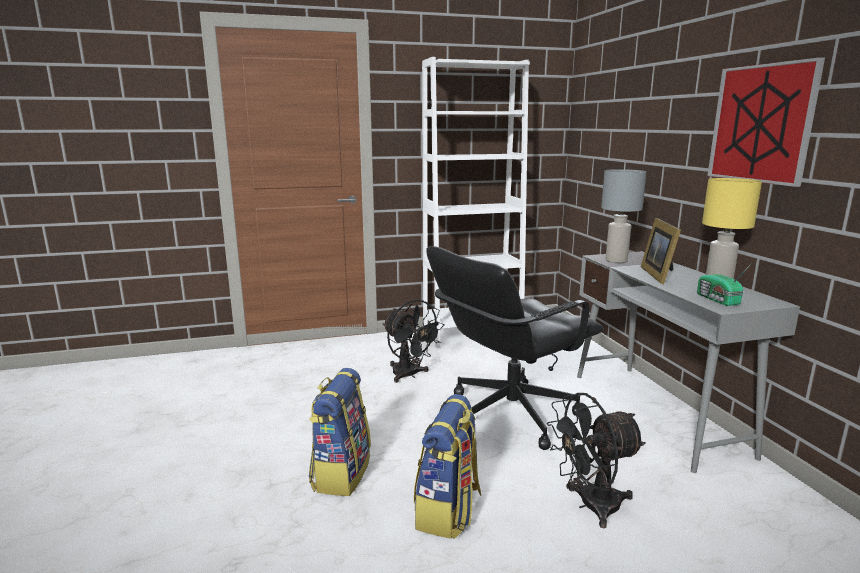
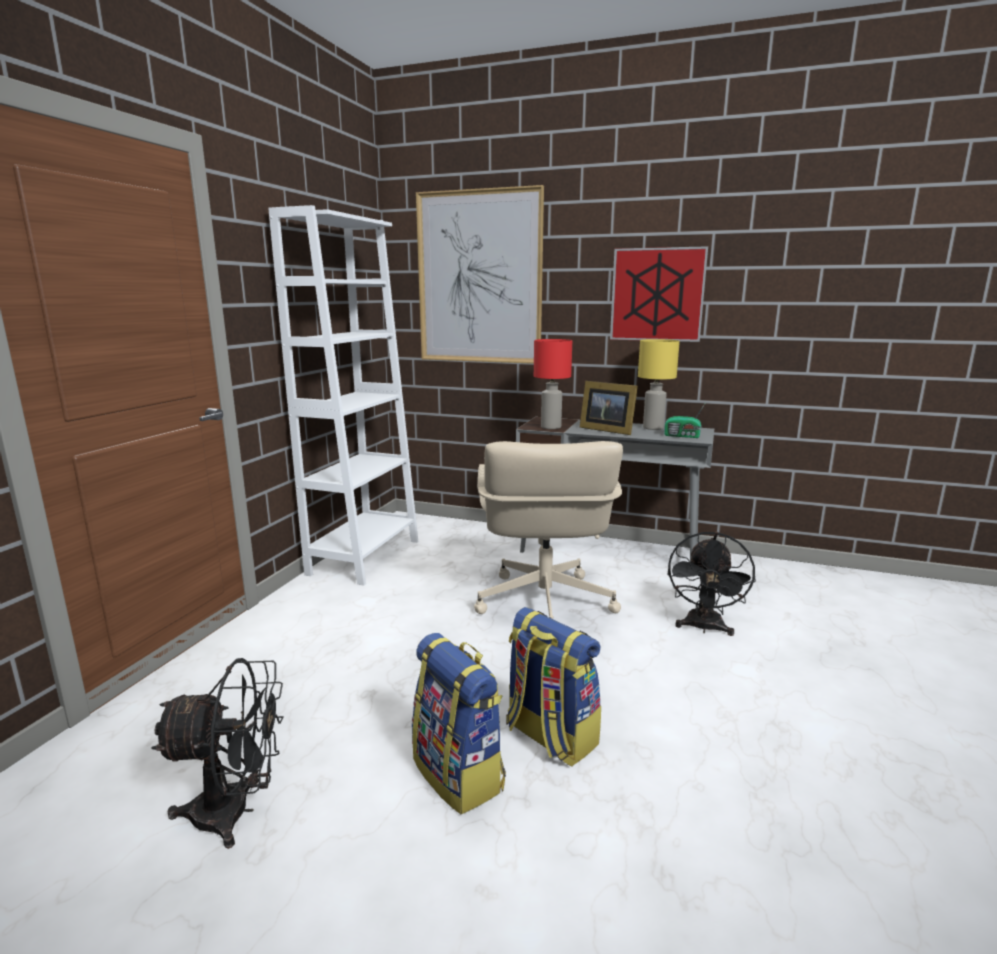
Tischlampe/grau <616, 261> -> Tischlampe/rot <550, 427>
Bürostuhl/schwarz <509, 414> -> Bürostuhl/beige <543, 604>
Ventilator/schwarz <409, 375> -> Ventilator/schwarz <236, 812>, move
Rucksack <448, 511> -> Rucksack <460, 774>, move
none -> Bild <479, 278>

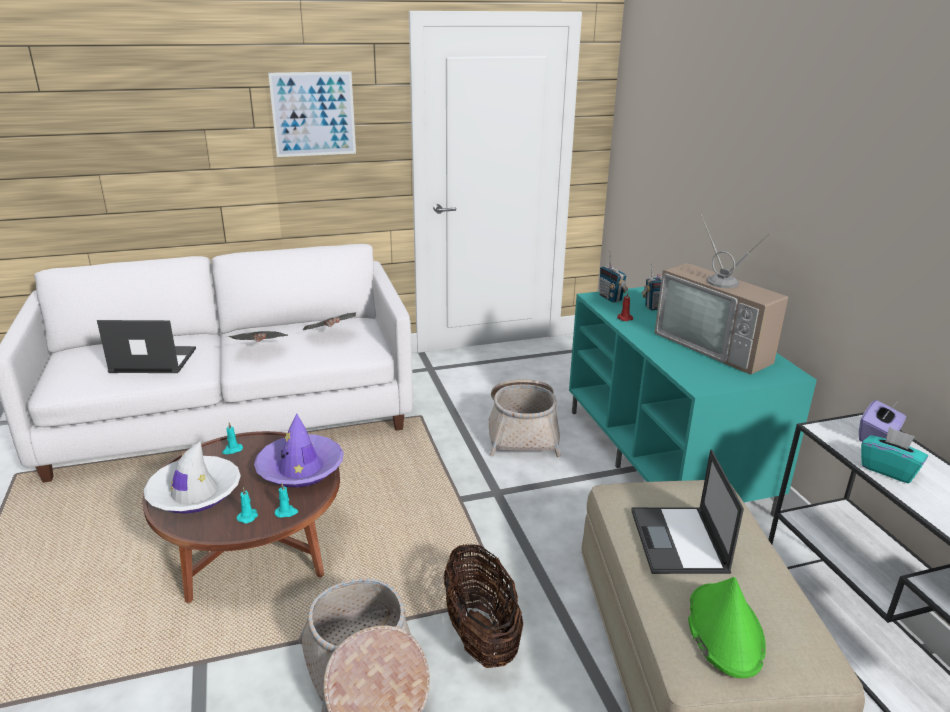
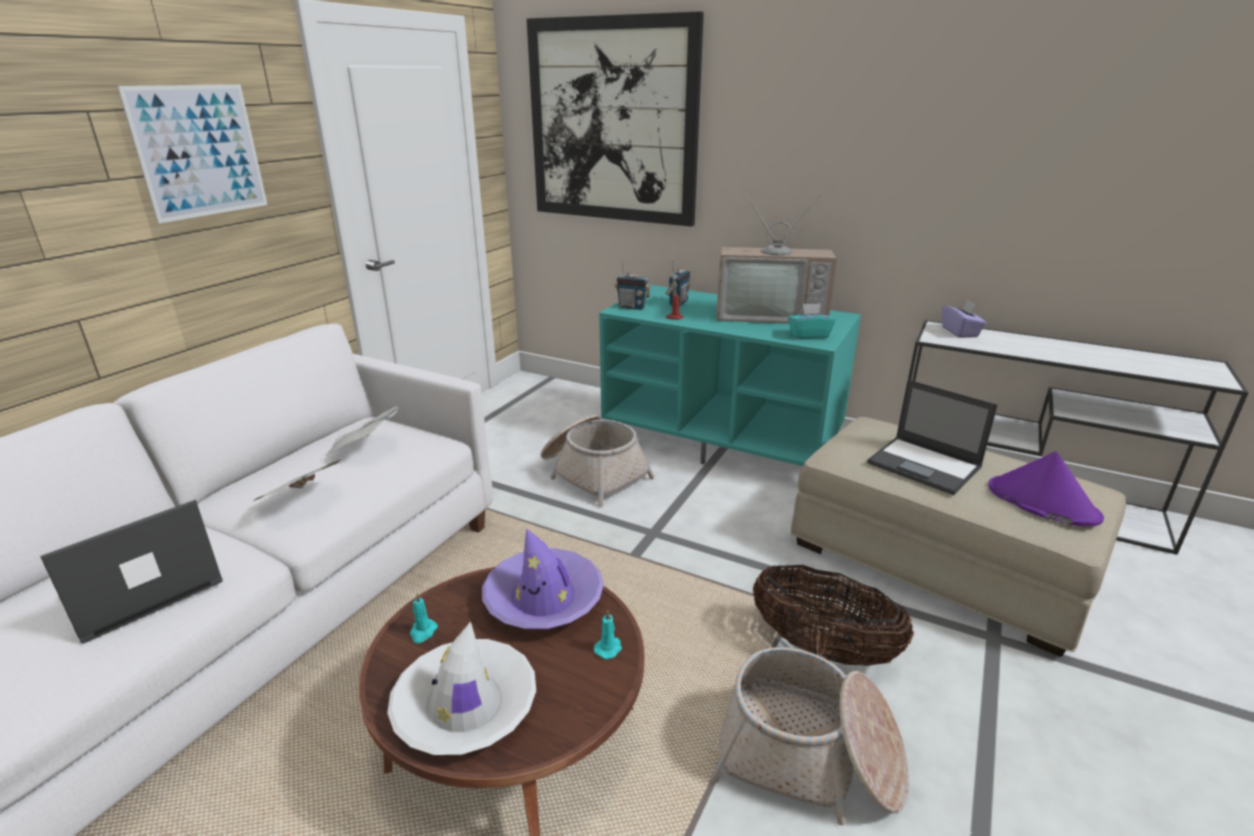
Taschentuchbox/türkis <888, 470> -> Taschentuchbox/türkis <809, 335>, move
Kerze/türkis <248, 516> -> none
Hut/grün <724, 630> -> Hut/lila <1042, 502>
none -> Bild <612, 122>

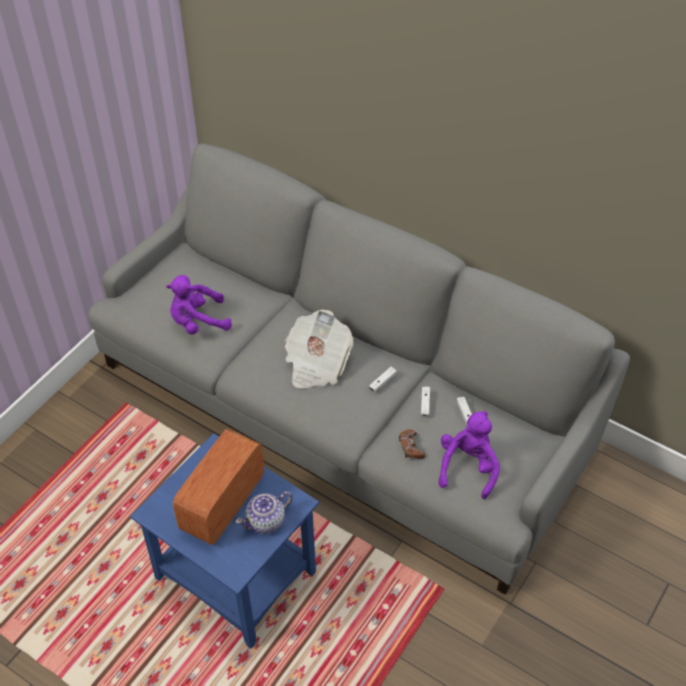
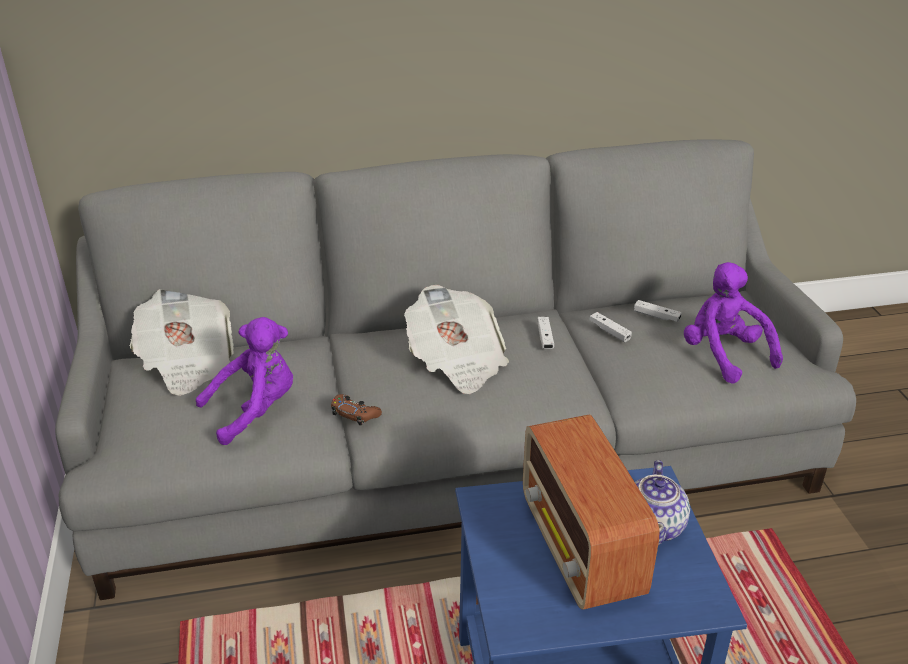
Plüschtier/lila <198, 322> -> Plüschtier/lila <255, 410>, 150 degrees counterclockwise
Gamepad/braun <411, 447> -> Gamepad/braun <355, 414>, move
none -> Zeitung <187, 362>

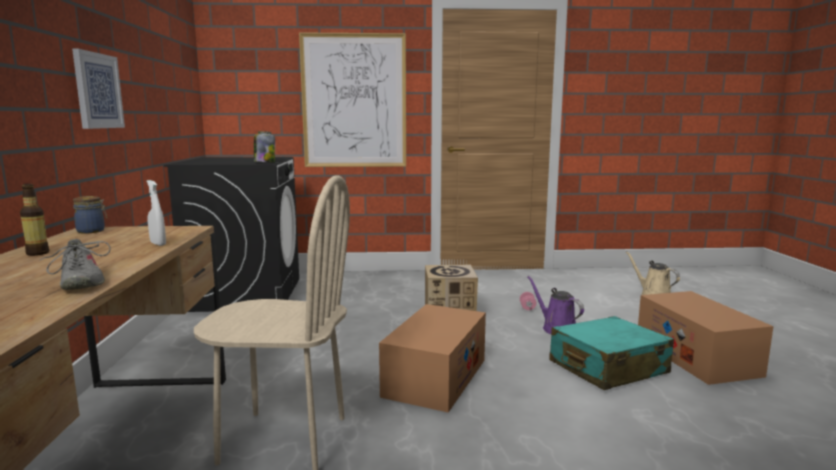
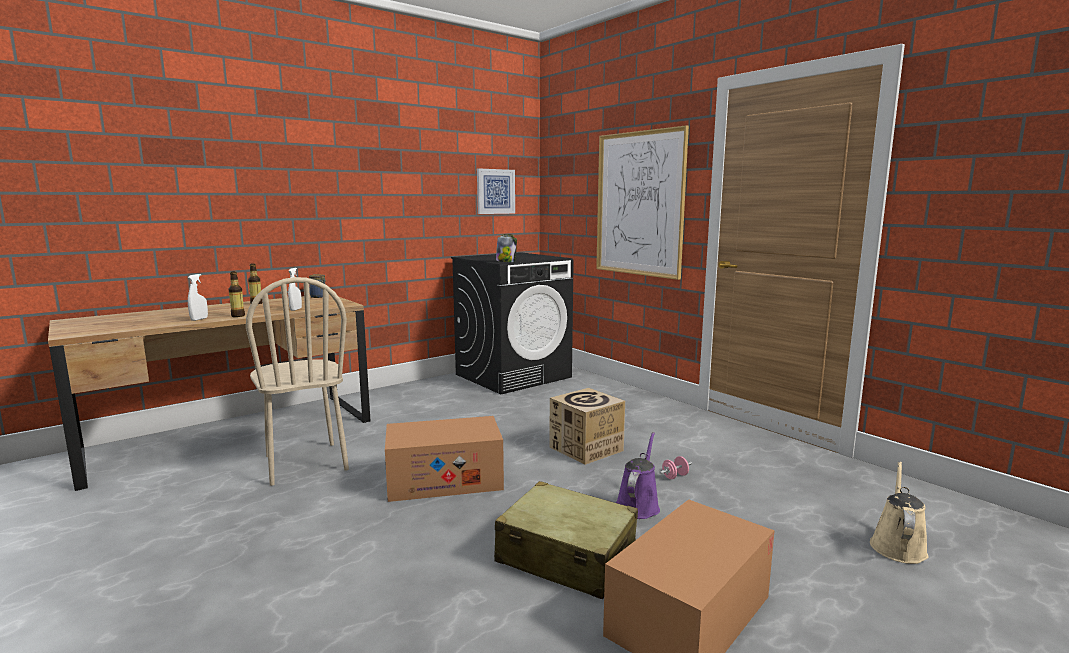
Bild <97, 91> -> Bild <495, 191>, move
Schuh/grau <80, 282> -> Sprühflasche/weiß <199, 319>
Koffer/türkis <607, 368> -> Koffer/beige <566, 556>
none -> Flasche <238, 316>

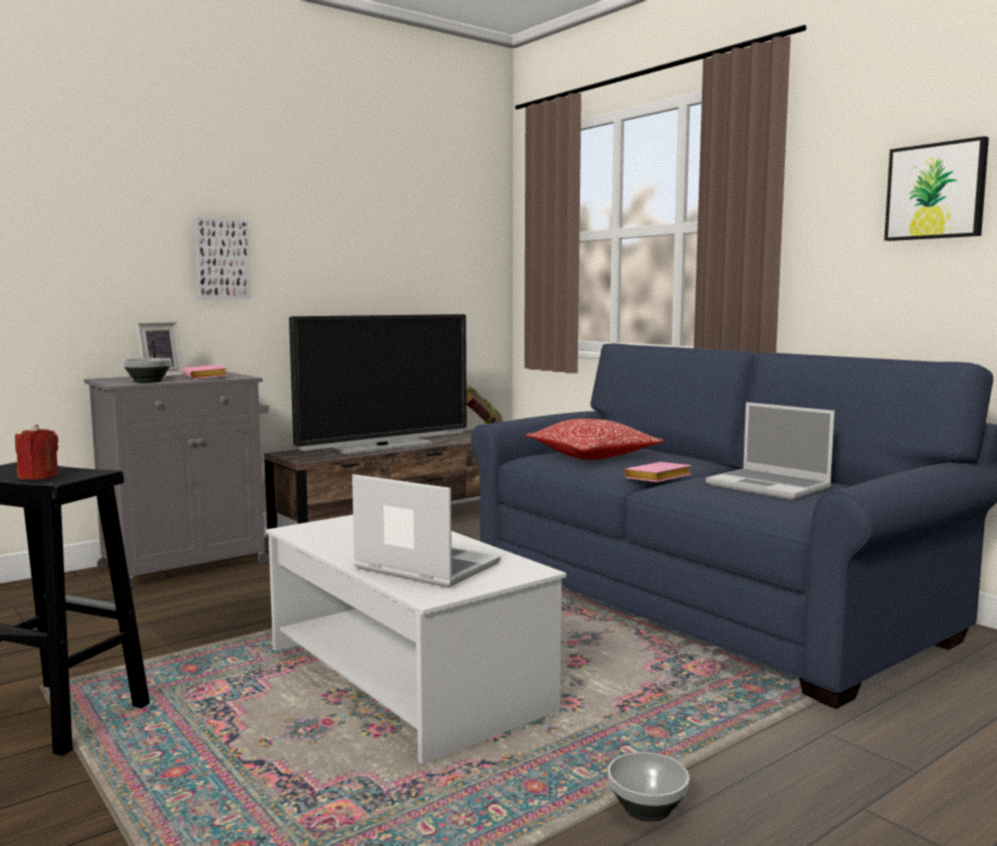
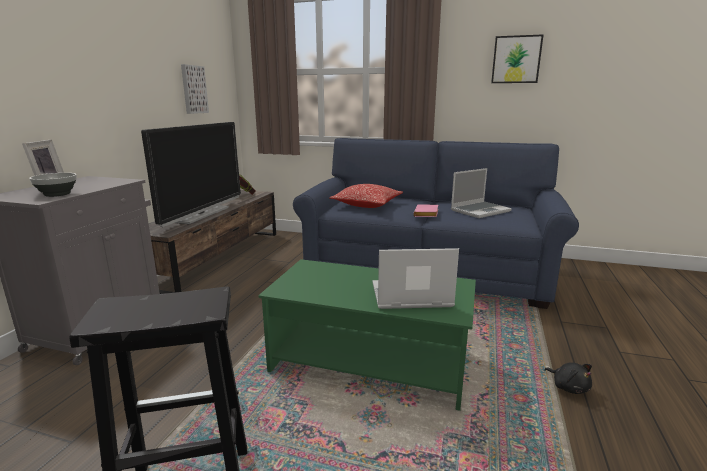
Bild <221, 259> -> Bild <193, 89>, move
Buch/rosa <207, 377> -> none
Laptop <770, 486> -> Laptop <480, 210>, 45 degrees counterclockwise
Kerze/rot <38, 477> -> none
Couchtisch/weiß <406, 680> -> Couchtisch/grün <371, 362>
Schüssel <648, 808> -> Plüschtier/schwarz <569, 387>

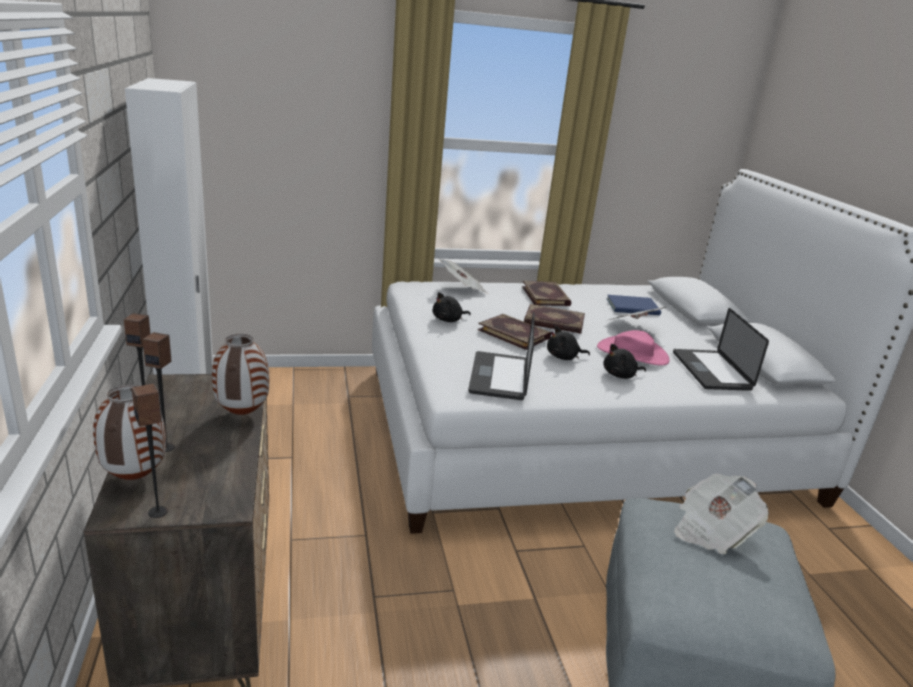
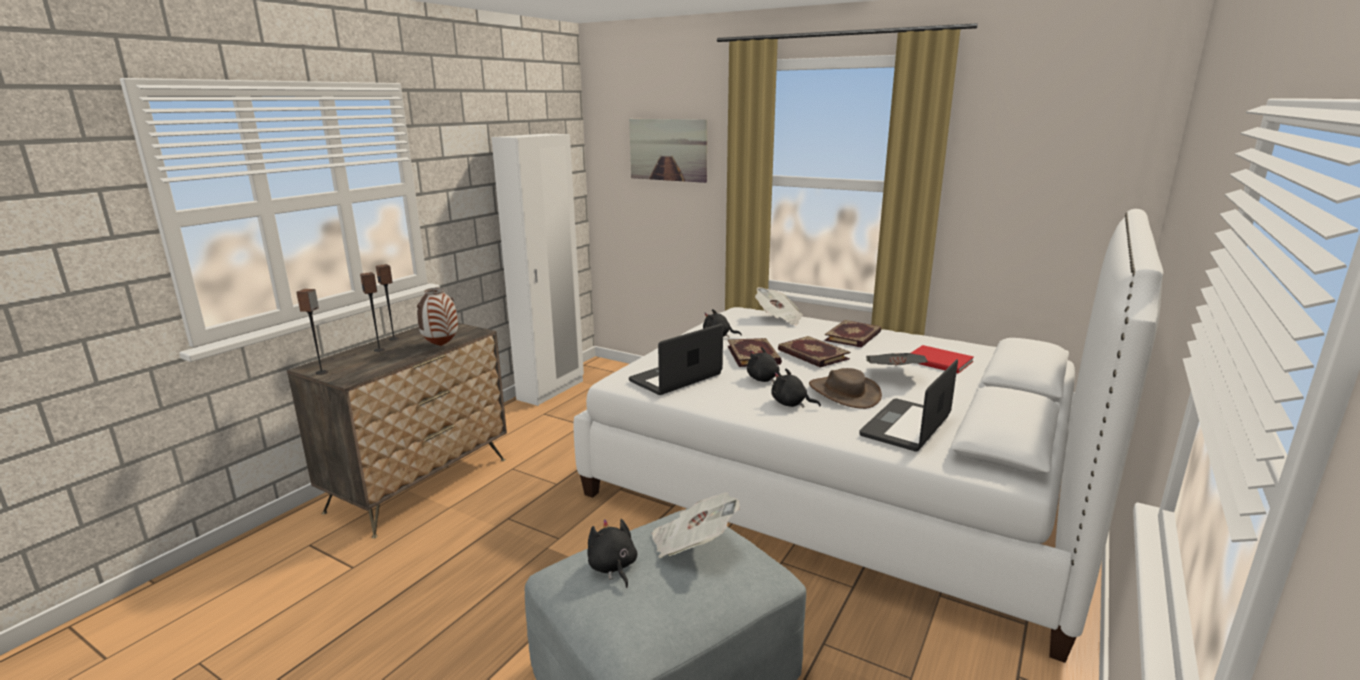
Buch/blau <634, 307> -> Buch/rot <940, 362>
Hut/rosa <632, 353> -> Hut/braun <844, 393>
Vase <134, 477> -> none
none -> Bild <668, 150>
none -> Plüschtier/schwarz <612, 567>

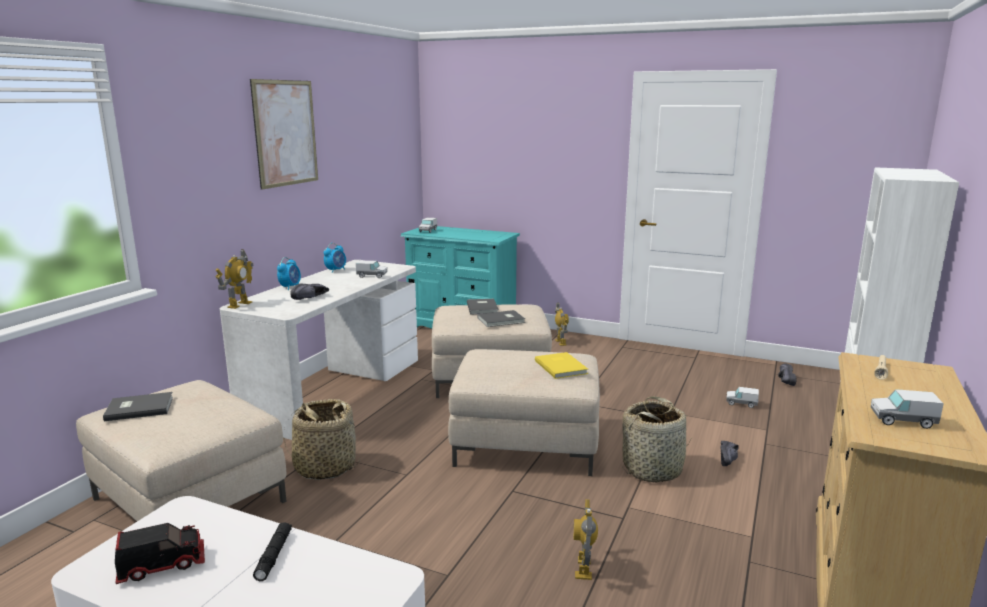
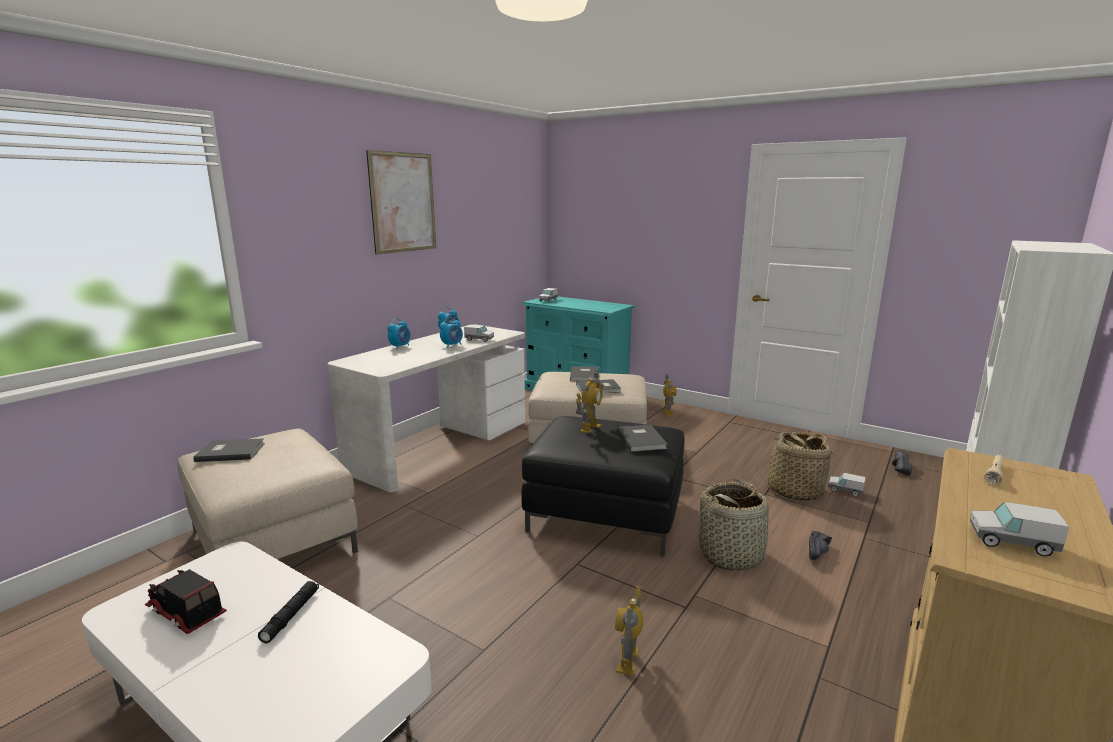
Spielzeugroboter <239, 304> -> Spielzeugroboter <589, 428>, move
Schuh/schwarz <311, 298> -> none
Polsterhocker/beige <526, 443> -> Polsterhocker/schwarz <605, 514>
Buch/gelb <561, 366> -> Buch/grau <642, 439>
Korb <325, 467> -> Korb <794, 490>, move
Spielzeuglaster <162, 565> -> Spielzeuglaster <185, 612>, 135 degrees counterclockwise
none -> Wecker <452, 345>

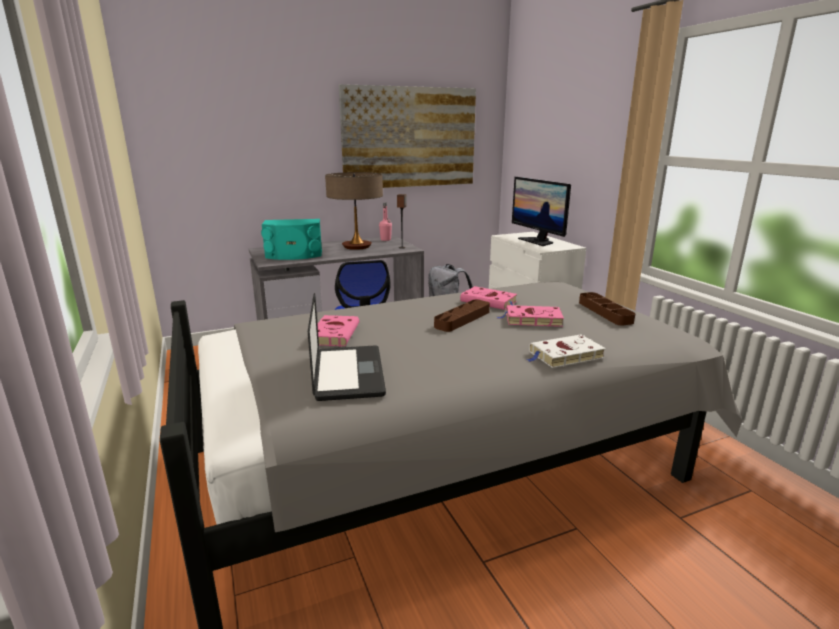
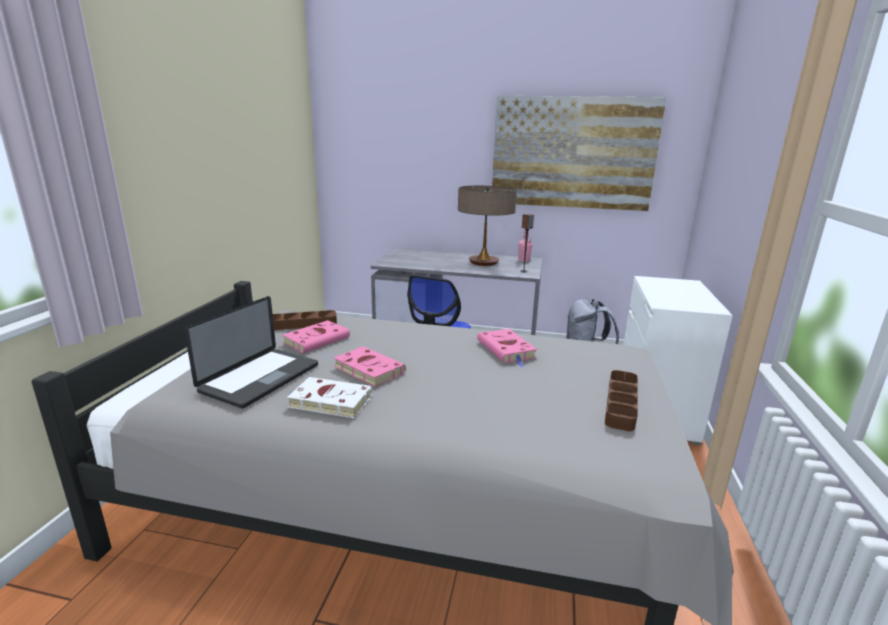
Monitor <538, 241> -> none
Lautsprecher/türkis <294, 255> -> none
Tablett/braun <462, 319> -> Tablett/braun <300, 324>, move
Buch/rosa <531, 320> -> Buch/rosa <367, 369>, move
Buch/weiß <564, 355> -> Buch/weiß <328, 401>, move

